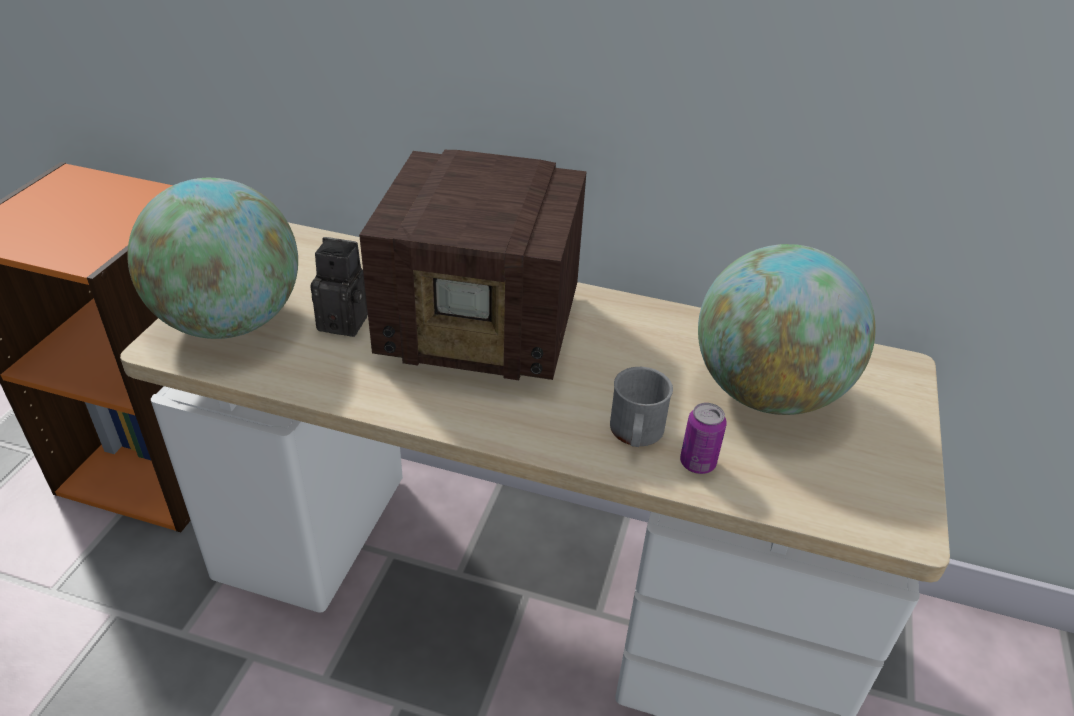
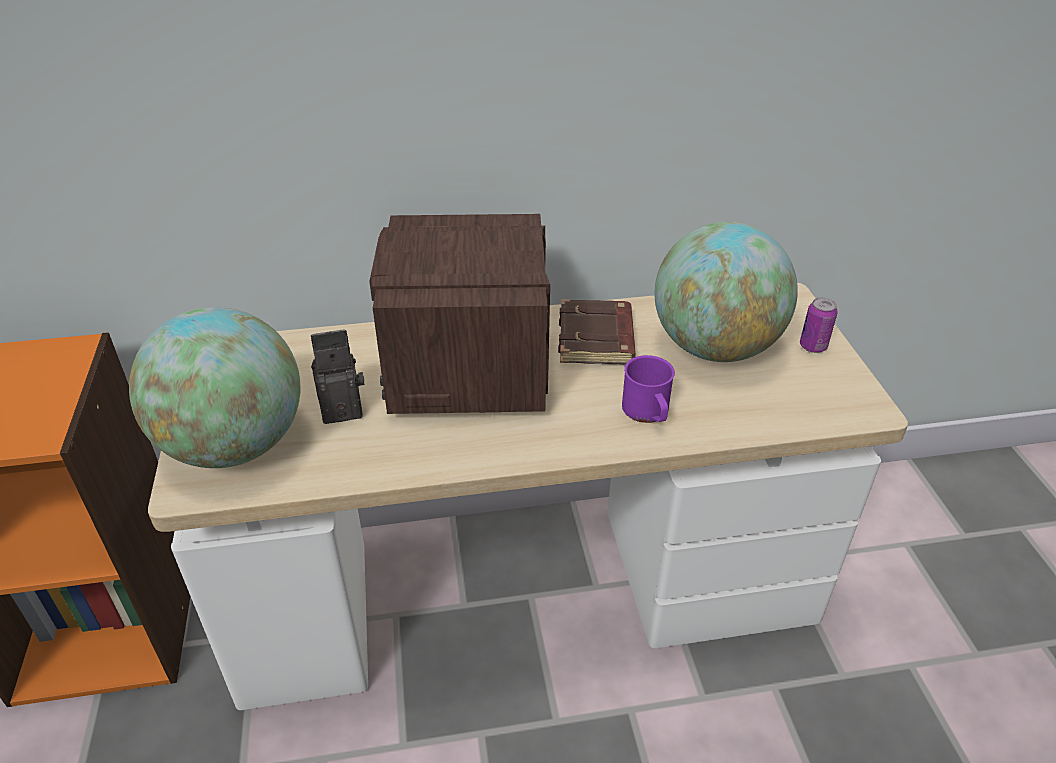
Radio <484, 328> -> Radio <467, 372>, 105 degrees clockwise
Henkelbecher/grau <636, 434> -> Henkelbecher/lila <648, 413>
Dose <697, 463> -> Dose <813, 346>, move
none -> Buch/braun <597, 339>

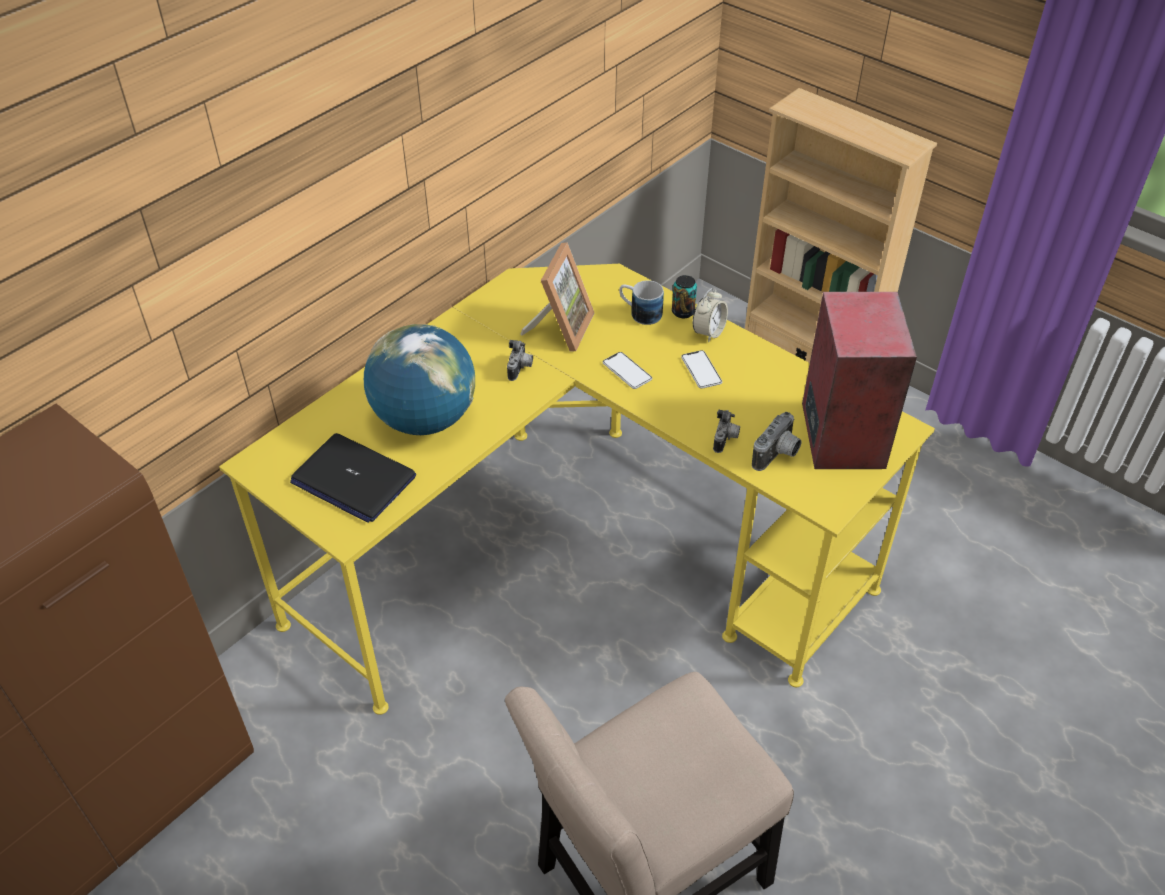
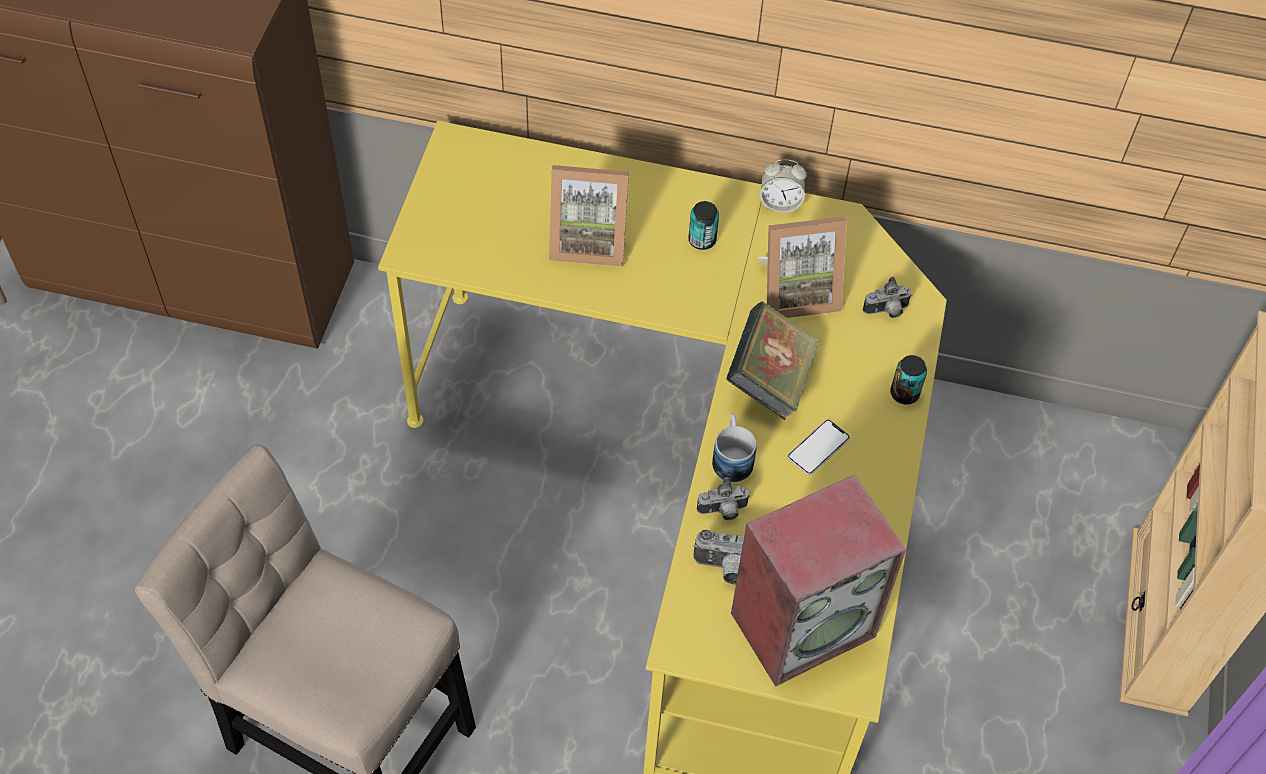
Henkelbecher <639, 313> -> Henkelbecher <732, 456>, move
Wecker <708, 332> -> Wecker <780, 203>, move
Globus <425, 419> -> Bilderrahmen <588, 240>
Kamera <520, 369> -> Kamera <886, 311>, move
Handy <627, 371> -> Buch <770, 379>
Laptop <353, 479> -> none
none -> Dose <702, 240>

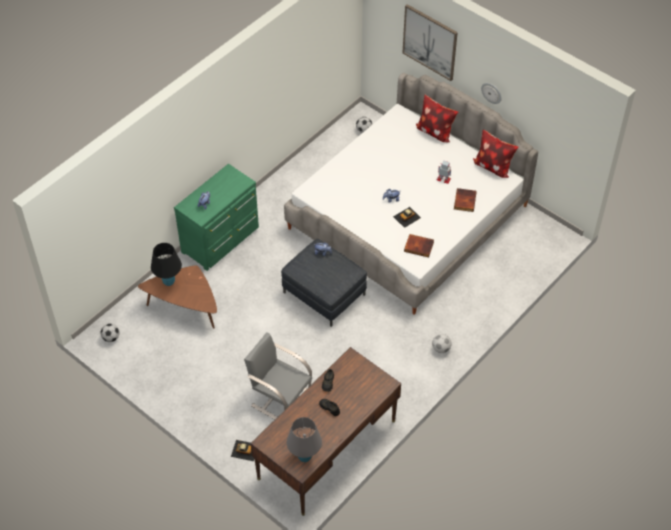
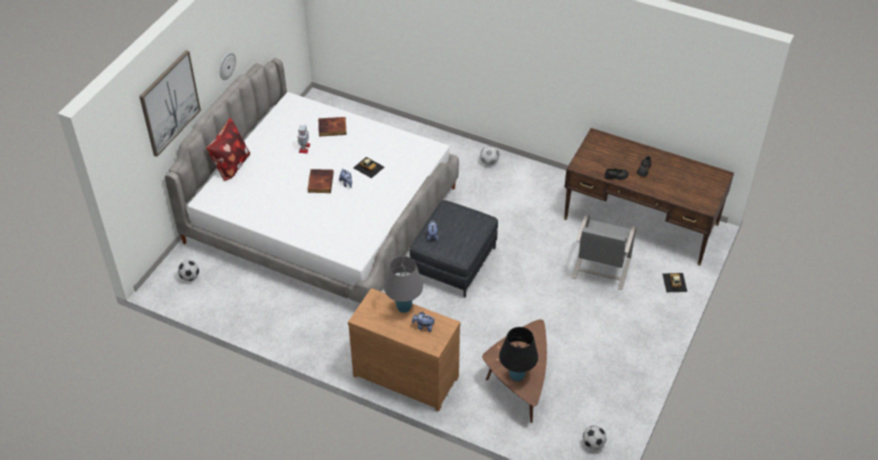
Kissen <493, 166> -> none
Kommode/grün <222, 240> -> Kommode/braun <406, 374>
Buch <419, 246> -> Buch <320, 182>, move
Tischlampe/grau <304, 456> -> Tischlampe/grau <404, 307>, move

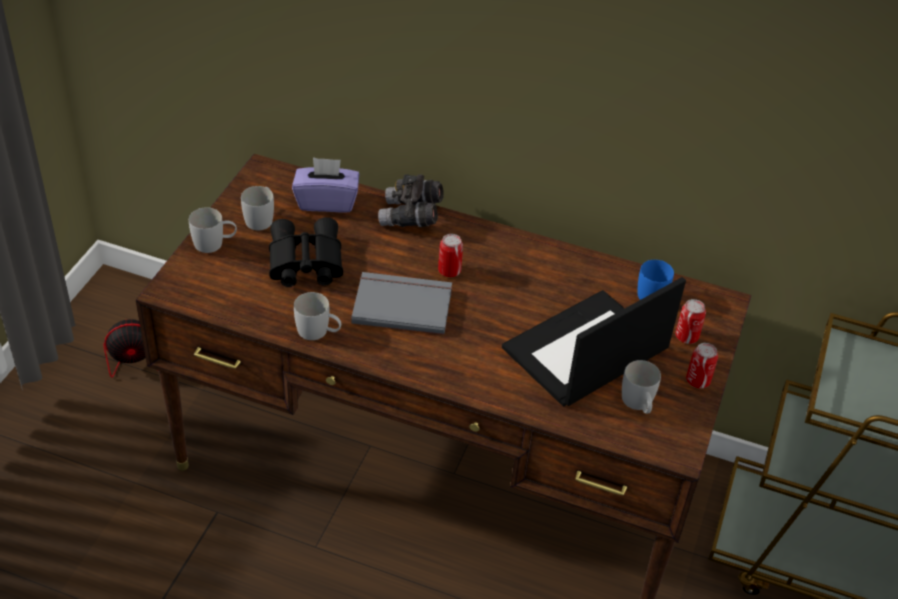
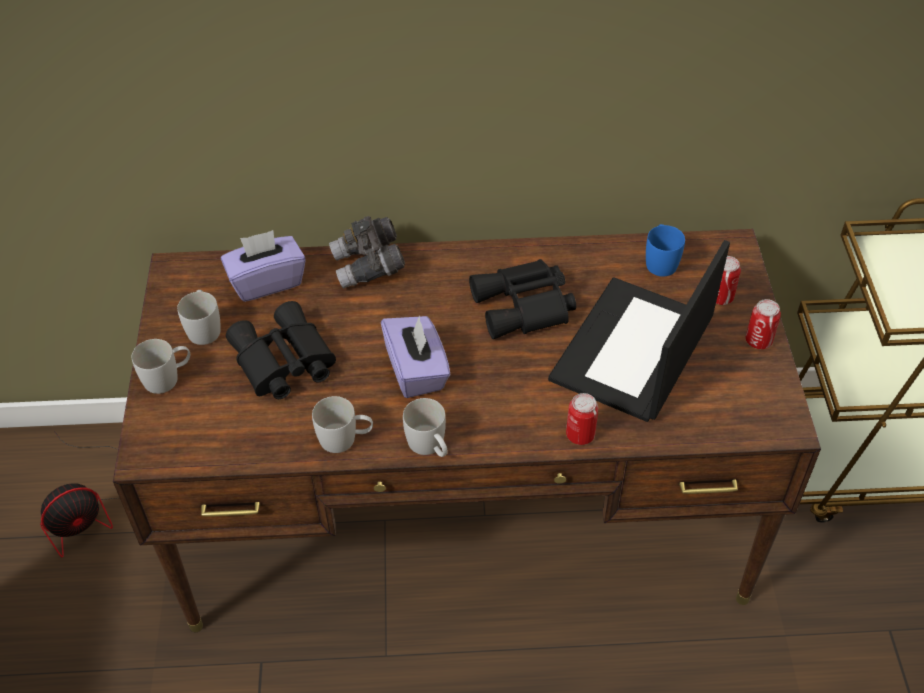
Dose <449, 271> -> Dose <580, 435>, move
Buch/grau <402, 304> -> Taschentuchbox/lila <416, 371>
Henkelbecher/weiß <638, 404> -> Henkelbecher/weiß <429, 447>, move
none -> Fernglas/schwarz <525, 307>

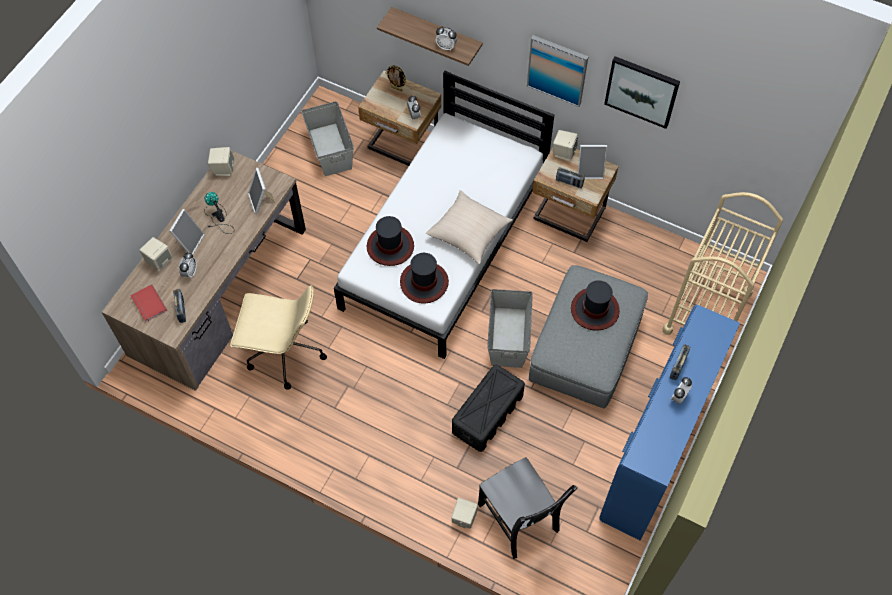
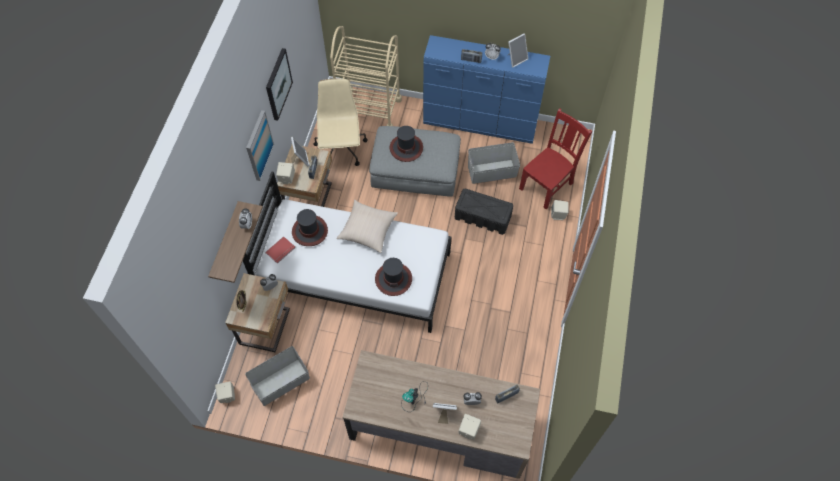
Lautsprecher/beige <223, 169> -> Lautsprecher/beige <227, 396>, move
Bilderrahmen <261, 201> -> Bilderrahmen <516, 59>, move
Hut <424, 282> -> Hut <310, 231>, move
Buch/rot <148, 304> -> Buch/rot <281, 250>, move
Bürostuhl/beige <284, 353> -> Bürostuhl/beige <341, 149>, move
Aufbewahrungsbox/grau <508, 337> -> Aufbewahrungsbox/grau <492, 171>, move
Stuhl/schwarz <520, 520> -> Stuhl/rot <547, 185>

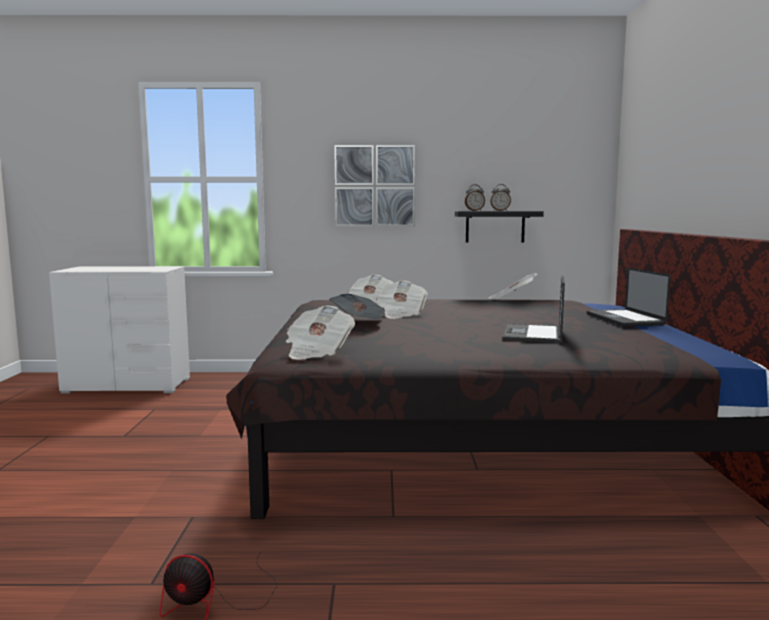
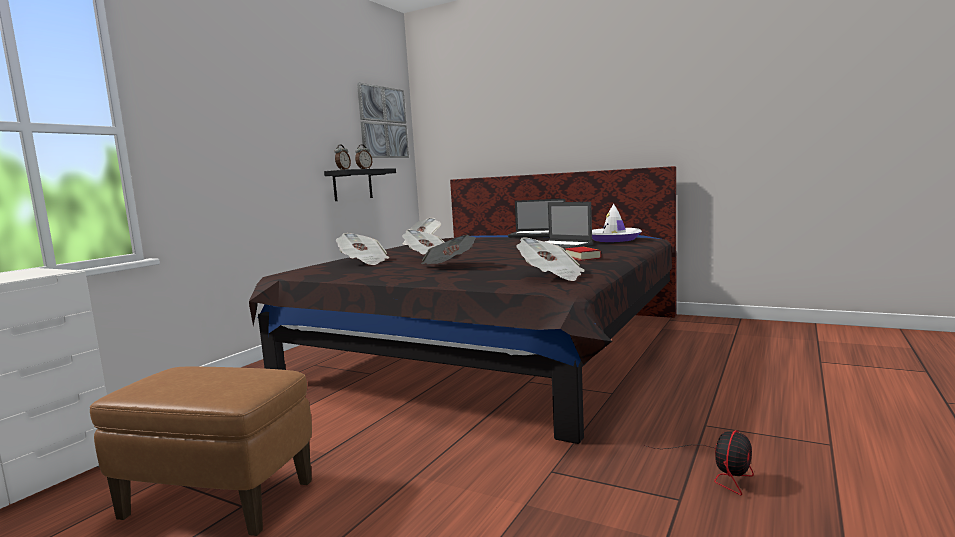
Bild <374, 186> -> Bild <383, 122>, move
none -> Hut/weiß <614, 239>
none -> Buch <582, 257>
none -> Polsterhocker/braun <219, 500>

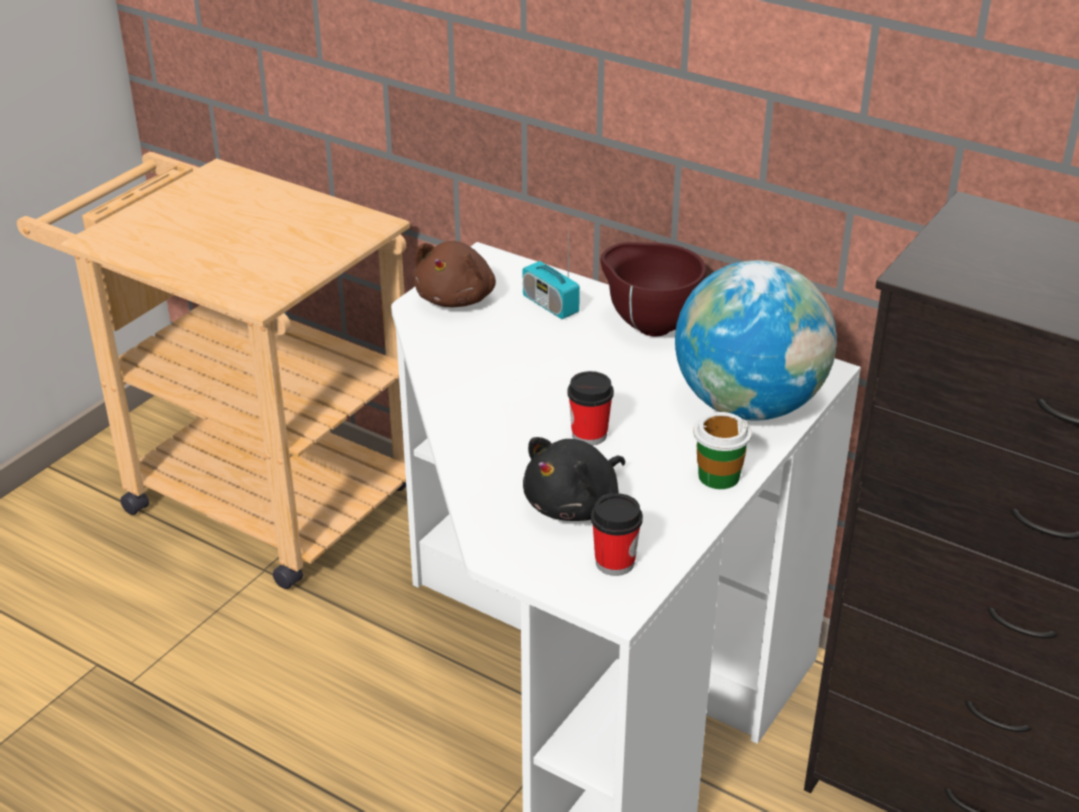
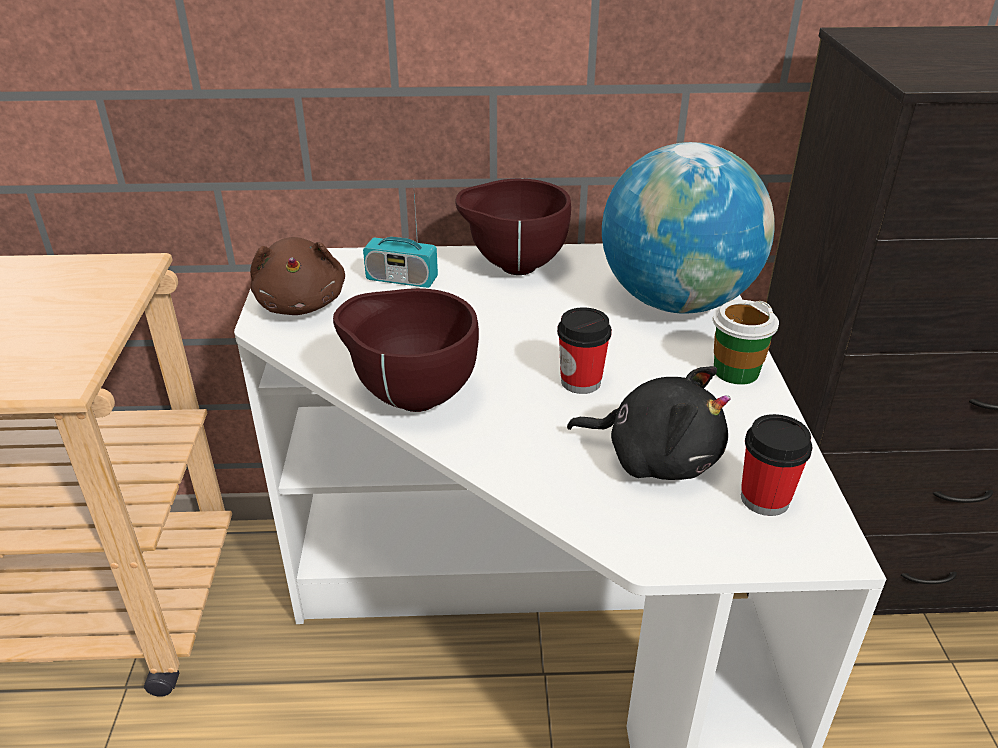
Plüschtier/schwarz <575, 505> -> Plüschtier/schwarz <655, 457>, 75 degrees counterclockwise
none -> Schüssel/braun <411, 397>

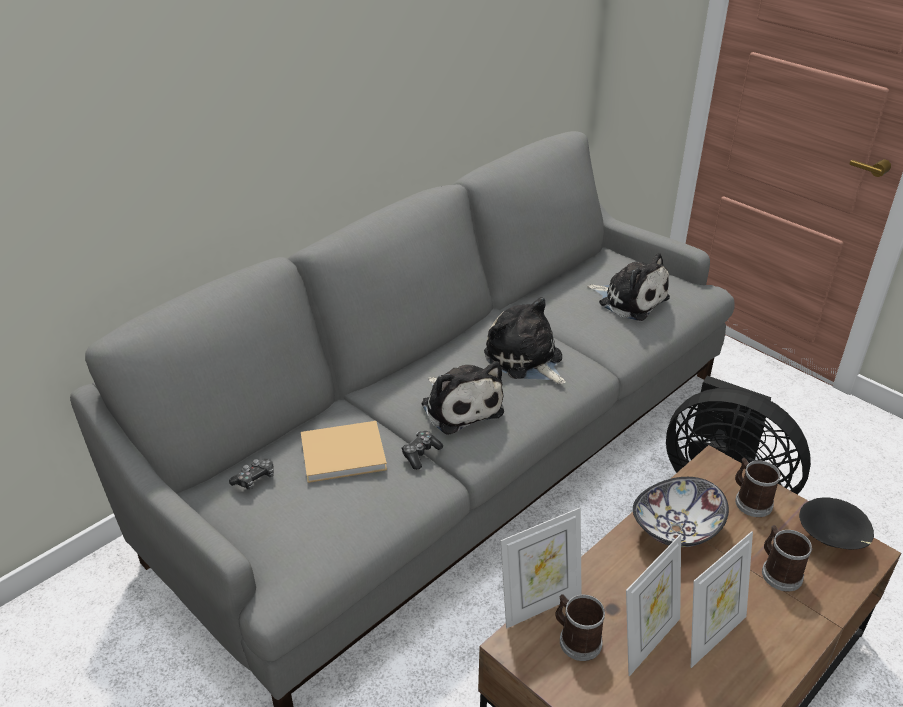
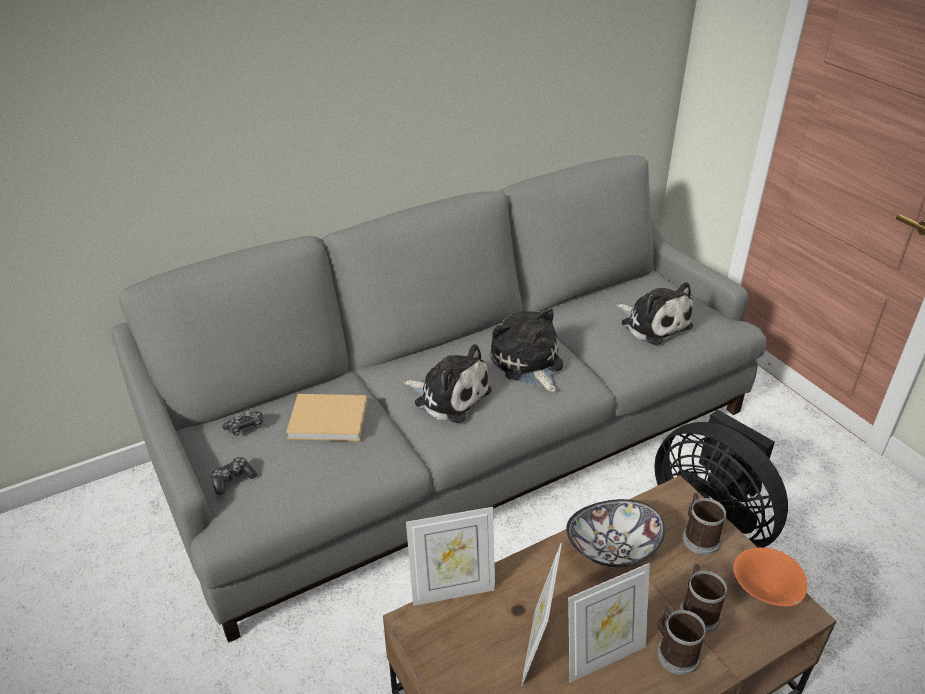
Plüschtier <460, 406> -> Plüschtier <449, 396>, 45 degrees counterclockwise
Gamepad <420, 454> -> Gamepad <232, 479>, move
Schüssel/schwarz <831, 541> -> Schüssel/orange <765, 593>
Bilderrahmen <647, 641> -> Bilderrahmen <538, 647>, 135 degrees clockwise
Henkelbecher <576, 639> -> Henkelbecher <674, 652>, move

